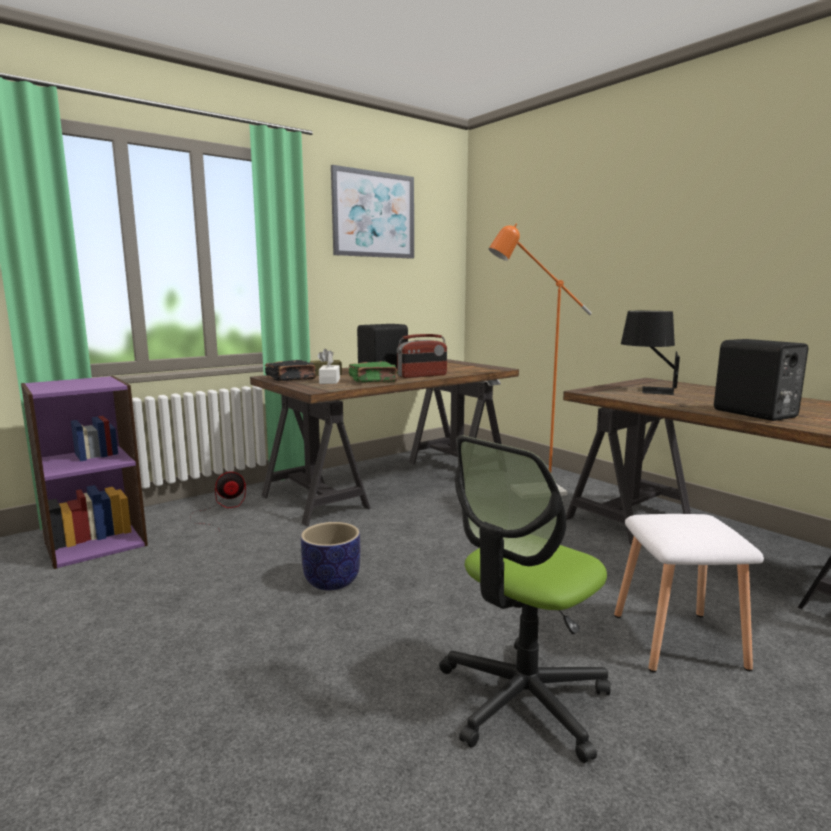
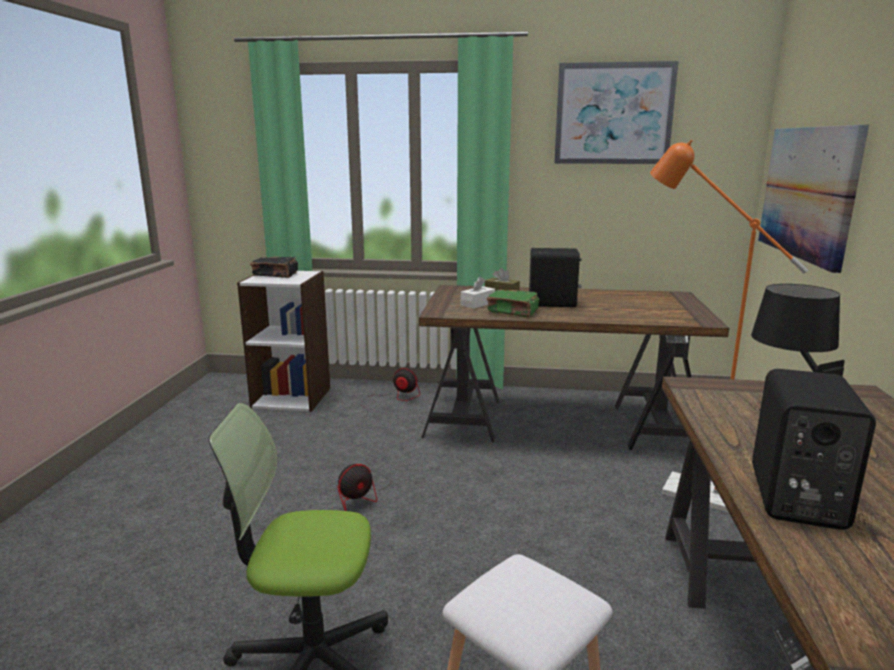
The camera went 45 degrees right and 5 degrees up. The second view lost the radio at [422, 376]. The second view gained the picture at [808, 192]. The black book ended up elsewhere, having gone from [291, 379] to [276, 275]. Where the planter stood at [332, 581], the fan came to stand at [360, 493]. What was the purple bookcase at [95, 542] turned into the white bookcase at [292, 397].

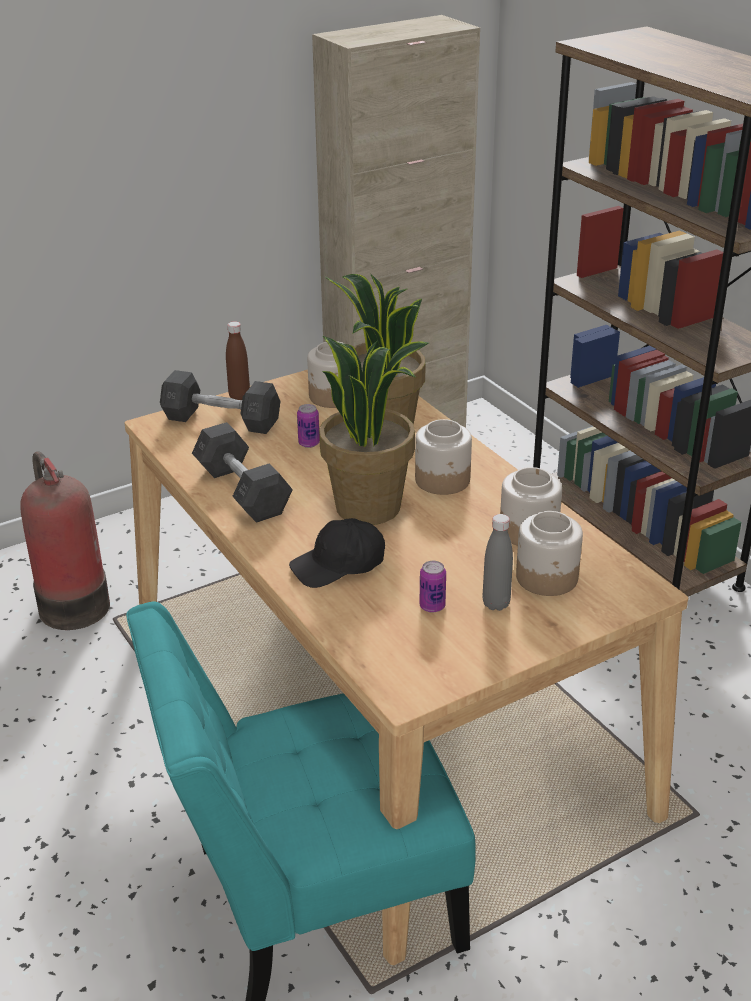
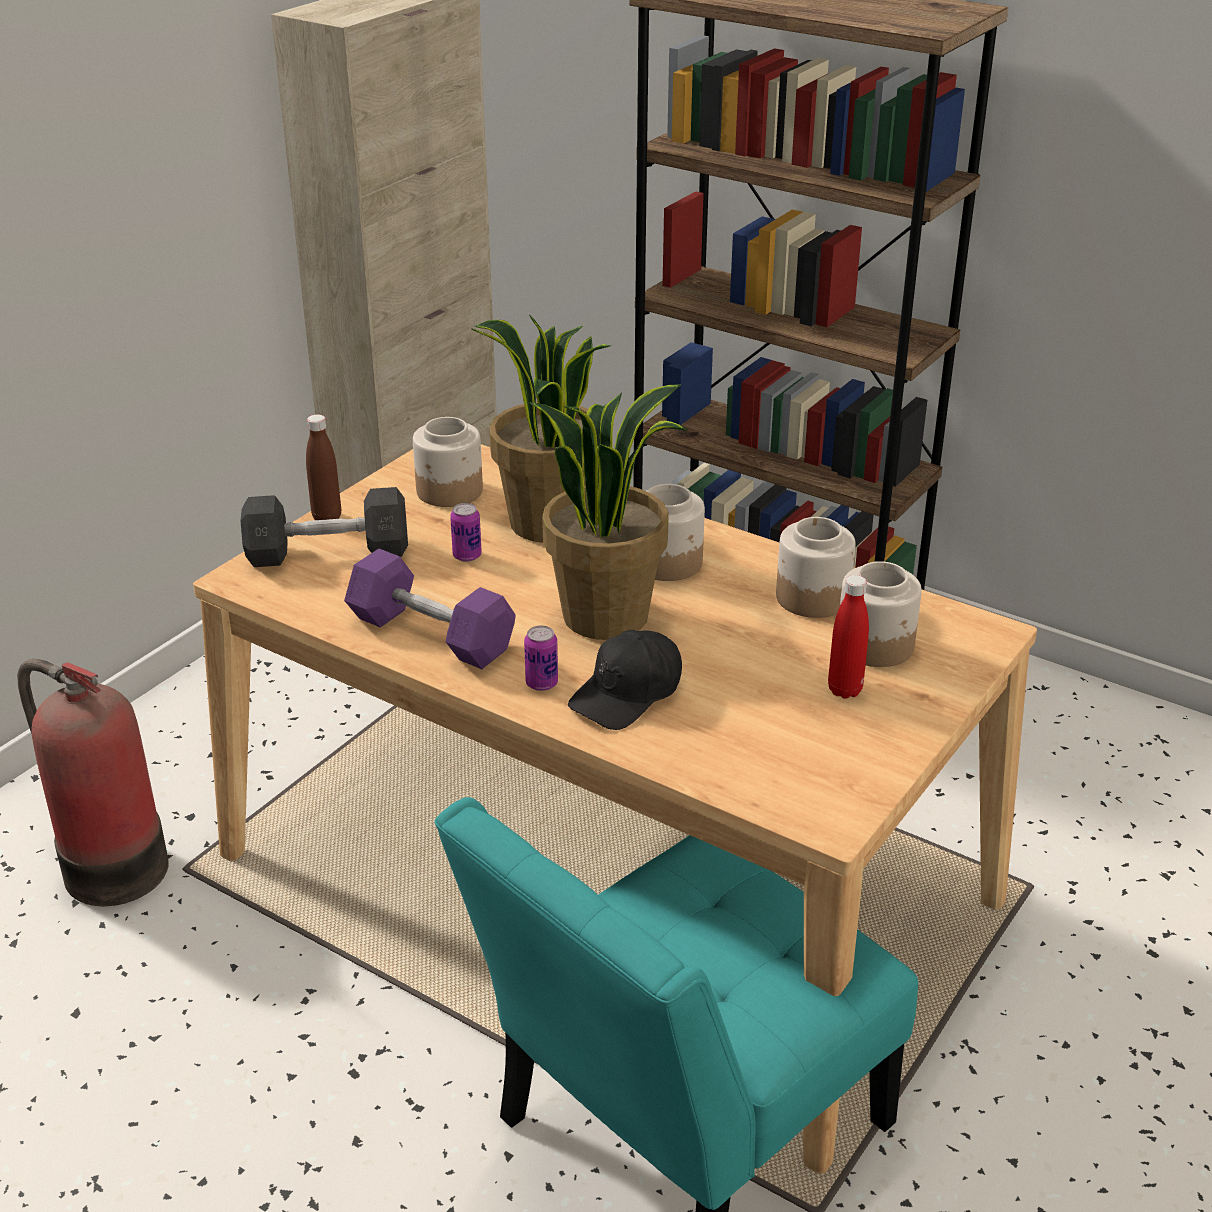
The camera went 25 degrees left and 0 degrees up. The can ended up elsewhere, having gone from [432, 606] to [541, 683]. What was the grey dumbbell at [242, 491] turned into the purple dumbbell at [431, 634]. What was the grey bottle at [496, 604] turned into the red bottle at [844, 690].

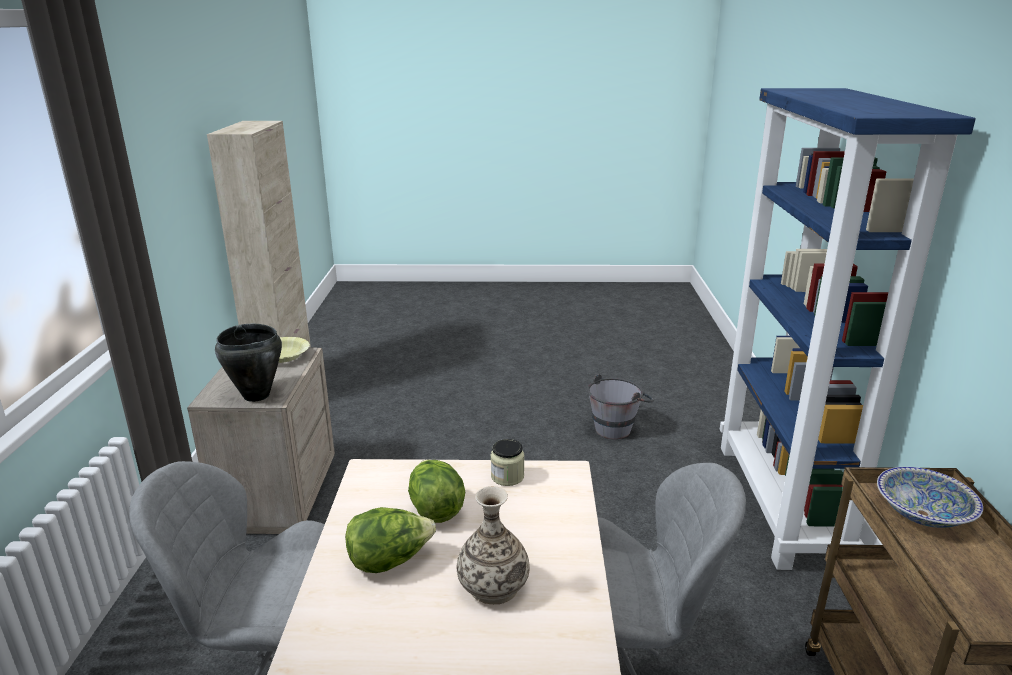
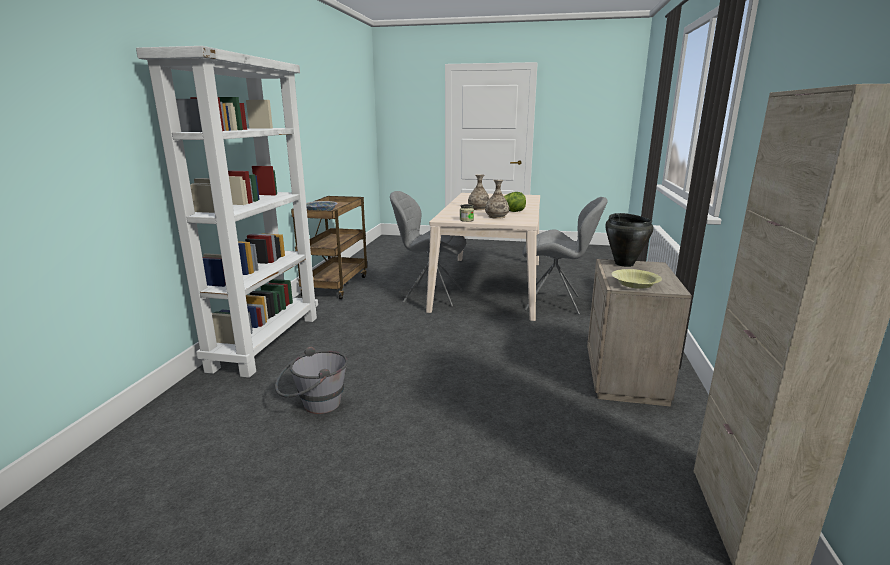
The camera went 170 degrees left and 5 degrees down. Where the lettuce stood at [435, 509], the vase came to stand at [496, 217]. What was the blue bookcase at [780, 502] turned into the white bookcase at [266, 341].

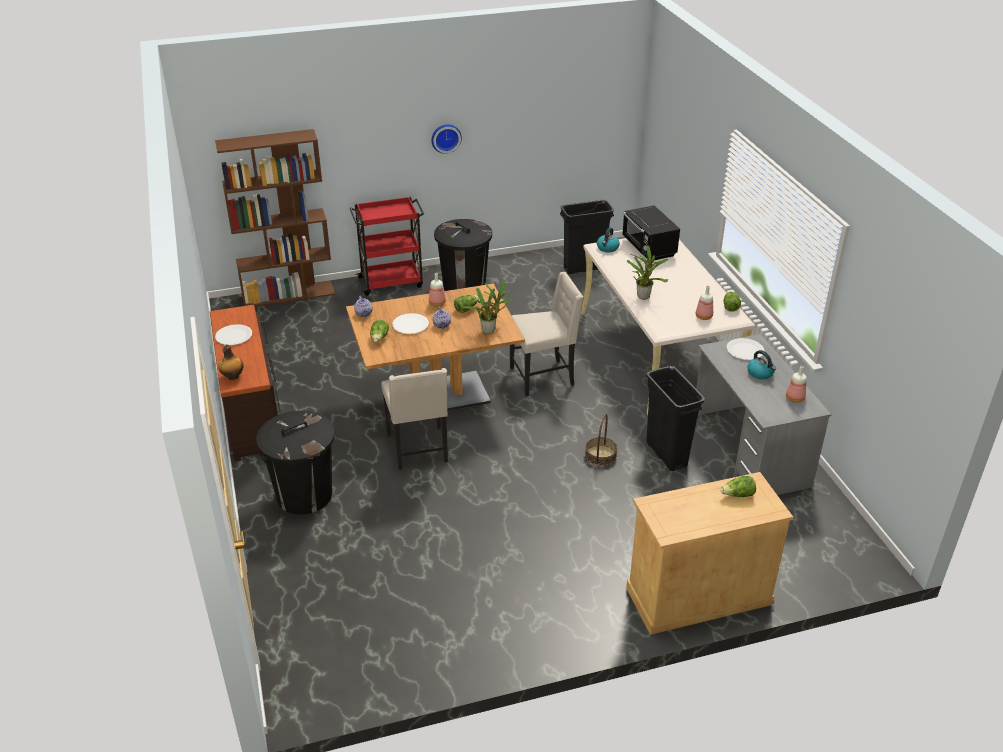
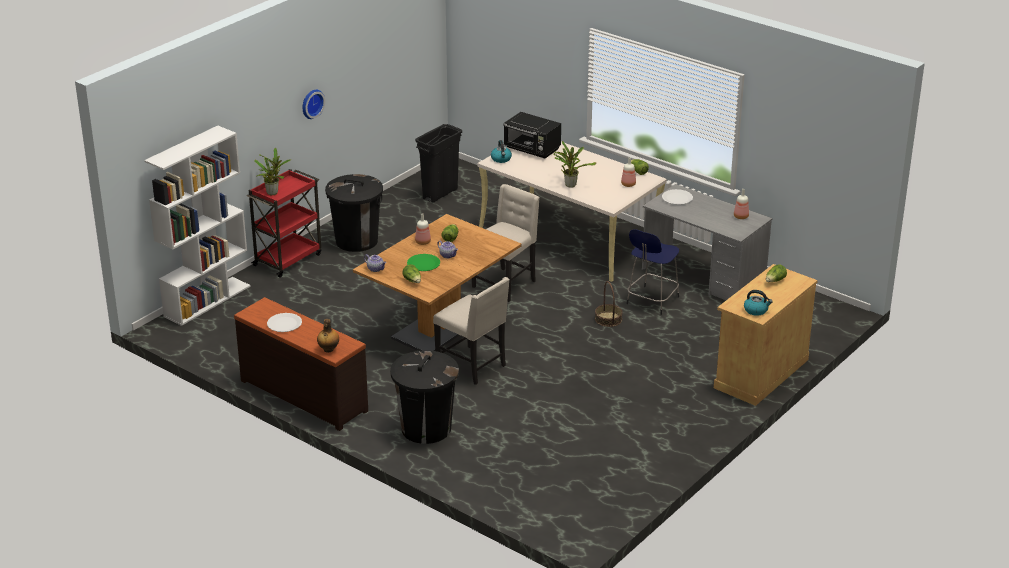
The camera went 35 degrees left and 5 degrees down. The potted plant ended up elsewhere, having gone from [490, 330] to [273, 192]. The kettle ended up elsewhere, having gone from [760, 373] to [756, 310]. Where the black trash can stood at [666, 454], the blue stool came to stand at [651, 301]. What was the brown bookcase at [289, 294] turned into the white bookcase at [207, 301]. What was the white plate at [410, 325] turned into the green plate at [423, 264].

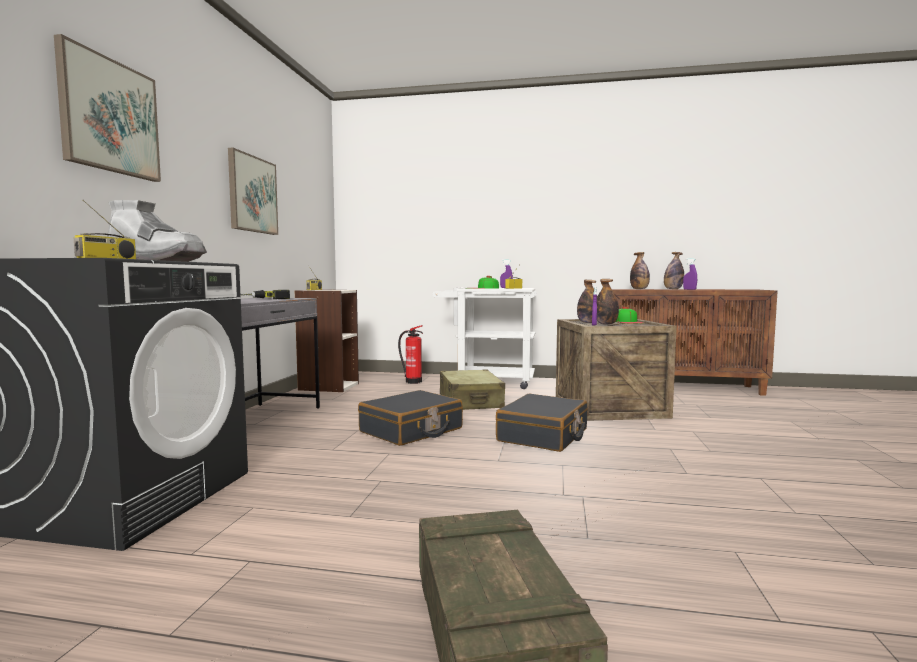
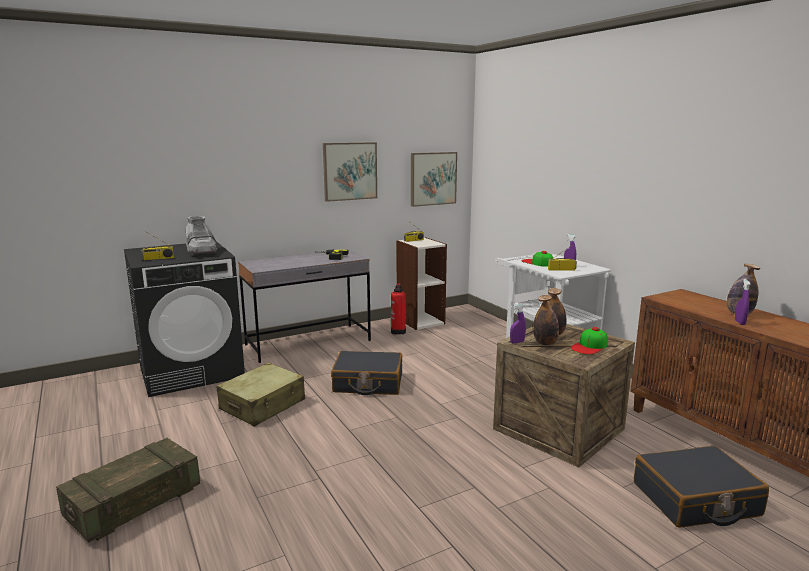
The camera went 50 degrees right and 10 degrees up. The second view lost the bottle at [639, 289]. The picture ended up elsewhere, having gone from [109, 116] to [433, 178]. The fire extinguisher ended up elsewhere, having gone from [412, 381] to [398, 331]. The beige suitcase ended up elsewhere, having gone from [470, 401] to [263, 405]. The black suitcase ended up elsewhere, having gone from [543, 435] to [695, 500].

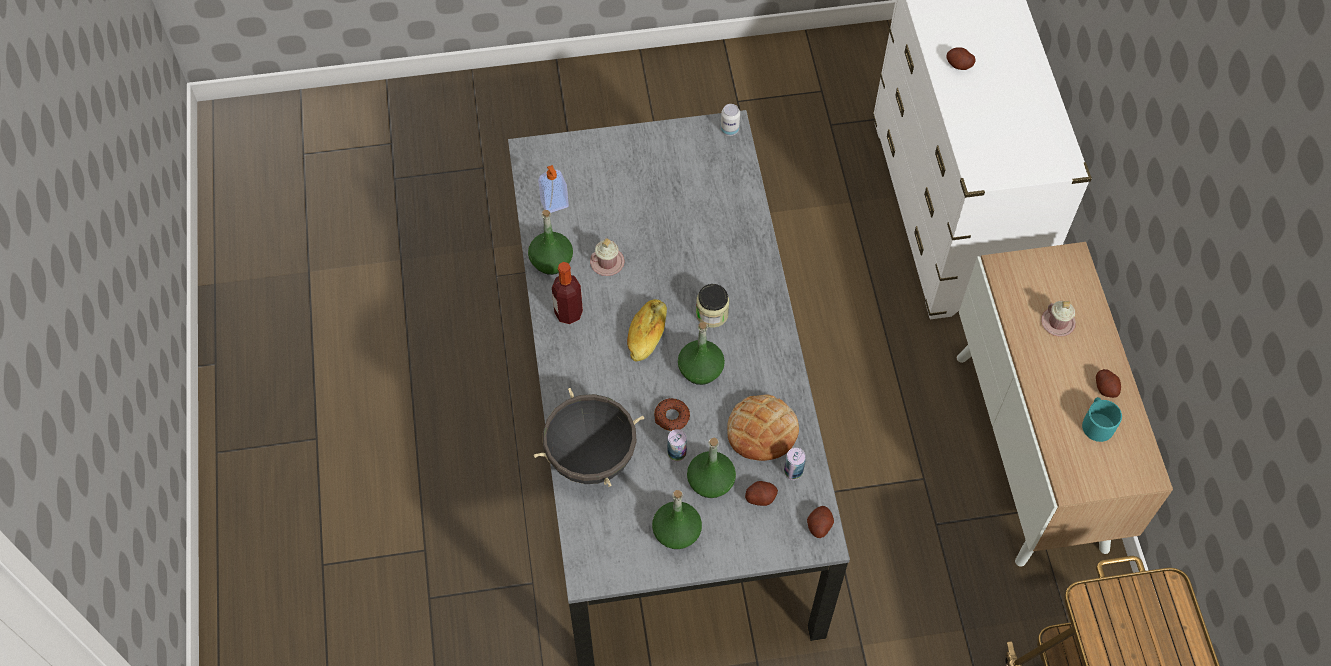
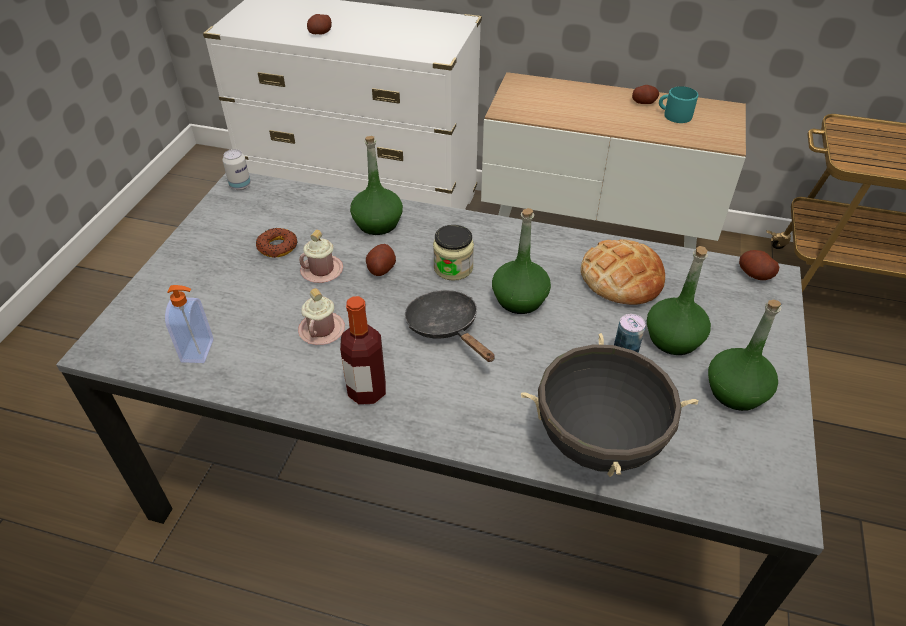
The camera went 65 degrees left and 15 degrees down. The second view lost the can at [793, 472]. The green bottle ended up elsewhere, having gone from [551, 260] to [377, 223]. The donut ended up elsewhere, having gone from [671, 417] to [277, 247]. The potato ended up elsewhere, having gone from [760, 497] to [381, 269]. The pink mug ended up elsewhere, having gone from [1057, 322] to [322, 270]. Where the bread stood at [647, 334], the black frying pan came to stand at [446, 327].

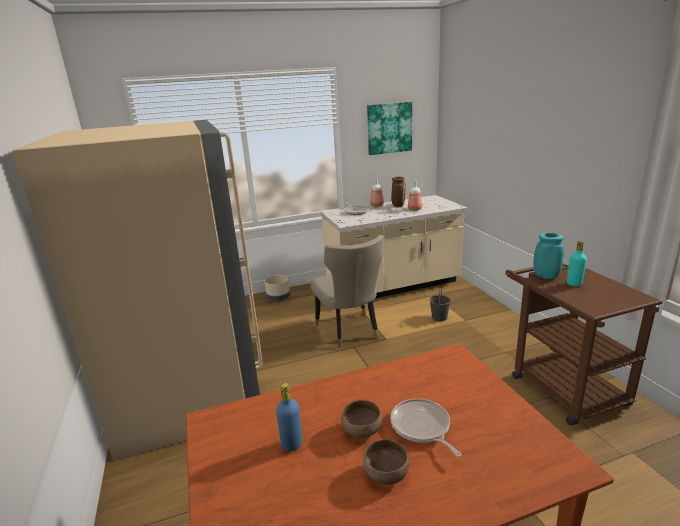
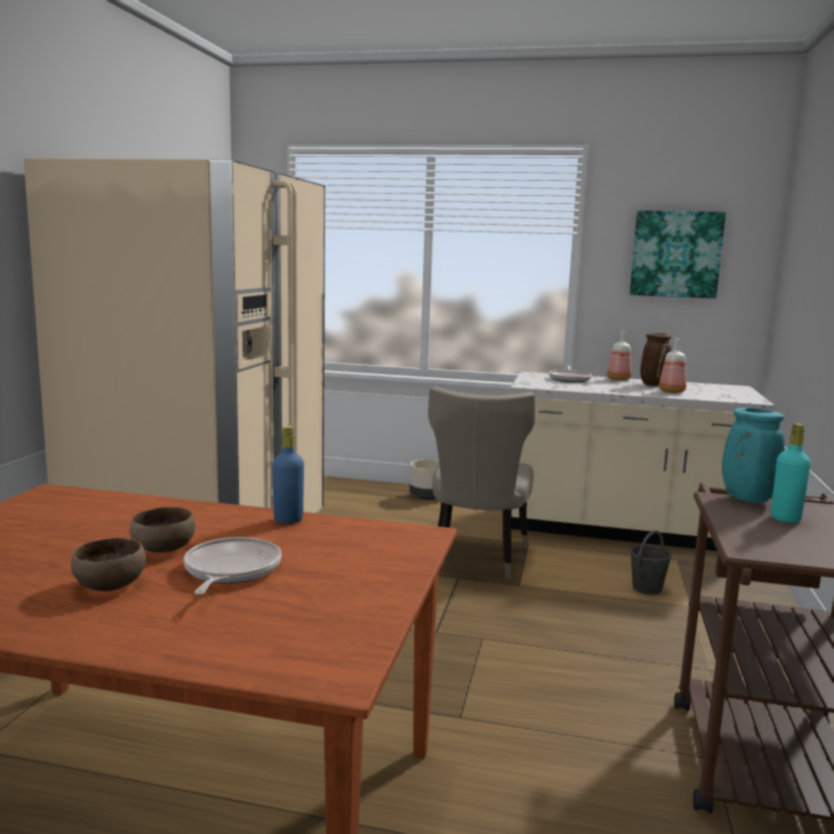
The camera went 30 degrees right and 10 degrees down. The blue bottle ended up elsewhere, having gone from [292, 444] to [288, 520].

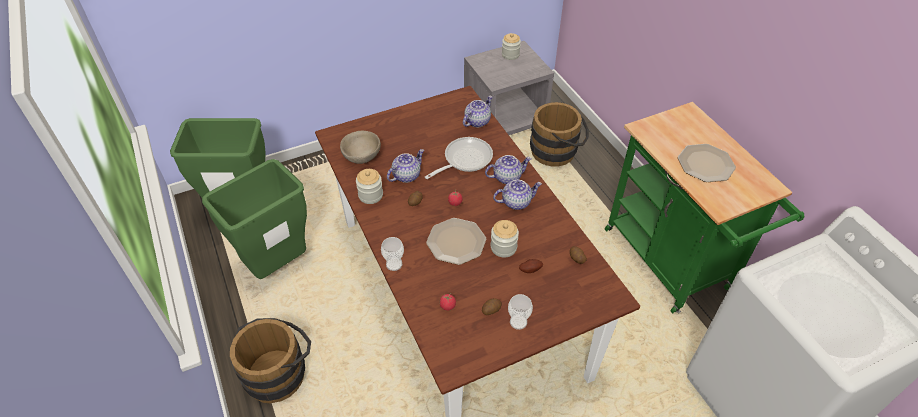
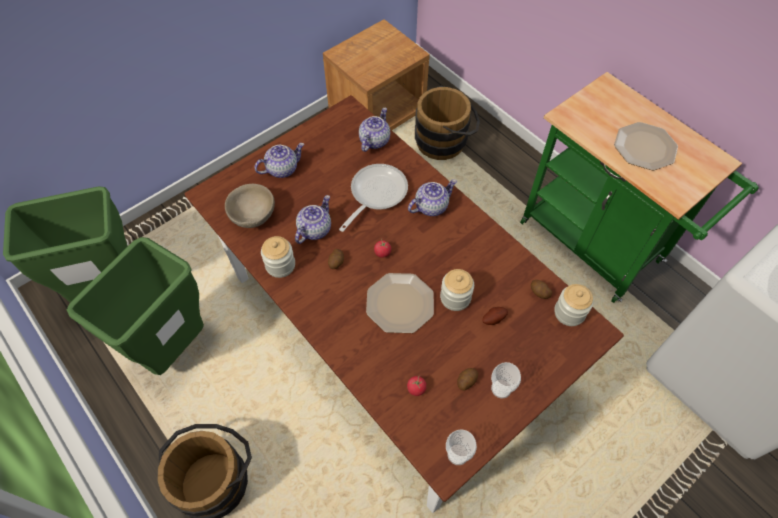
The camera went 15 degrees left and 10 degrees up. The cup ended up elsewhere, having gone from [394, 264] to [457, 454]. The teapot ended up elsewhere, having gone from [516, 202] to [282, 169]. The jar ended up elsewhere, having gone from [510, 55] to [569, 312]. What was the grey nightstand at [505, 118] turned into the brown nightstand at [377, 111].

